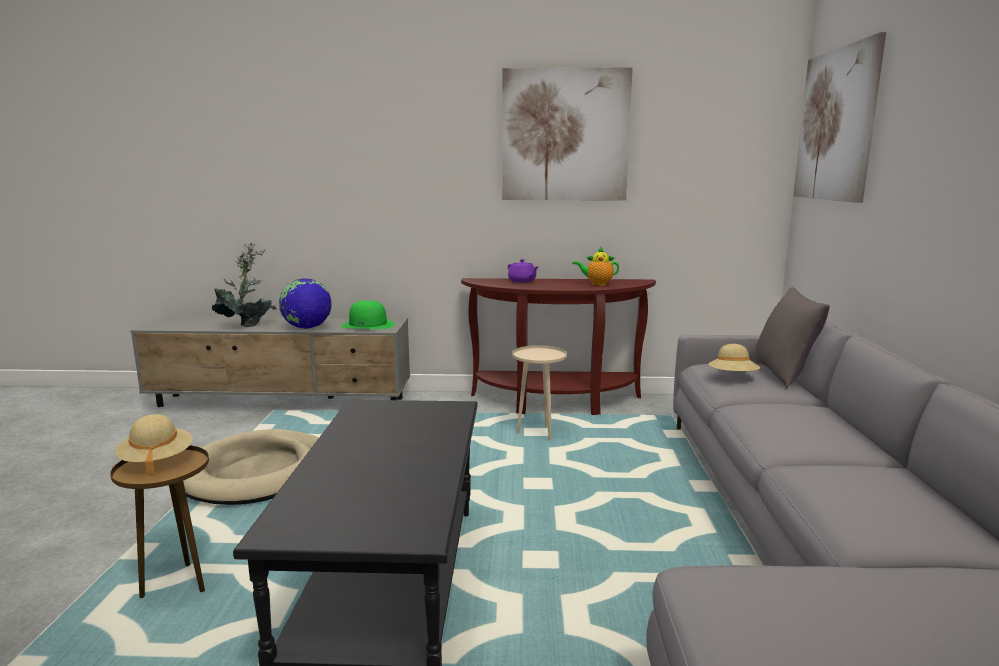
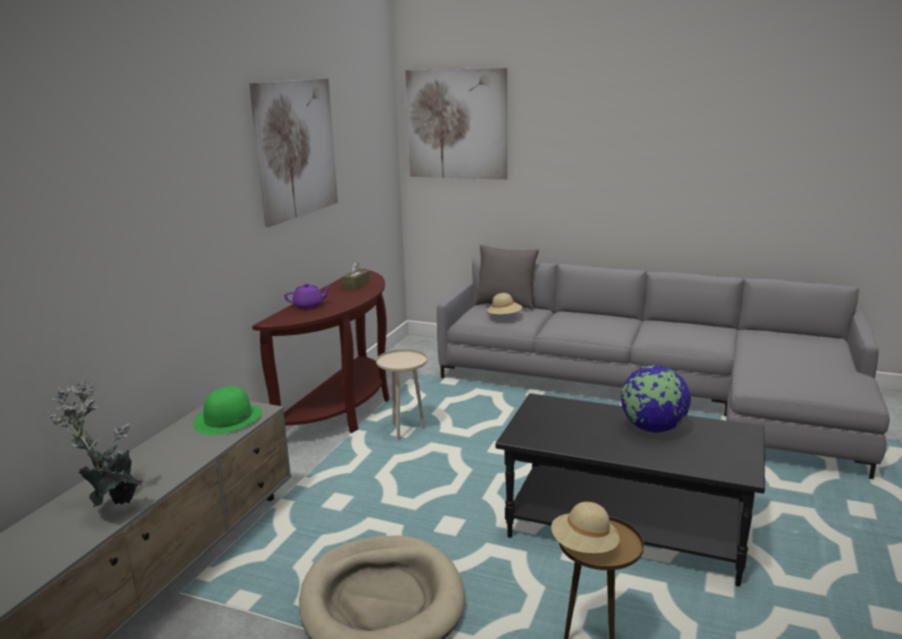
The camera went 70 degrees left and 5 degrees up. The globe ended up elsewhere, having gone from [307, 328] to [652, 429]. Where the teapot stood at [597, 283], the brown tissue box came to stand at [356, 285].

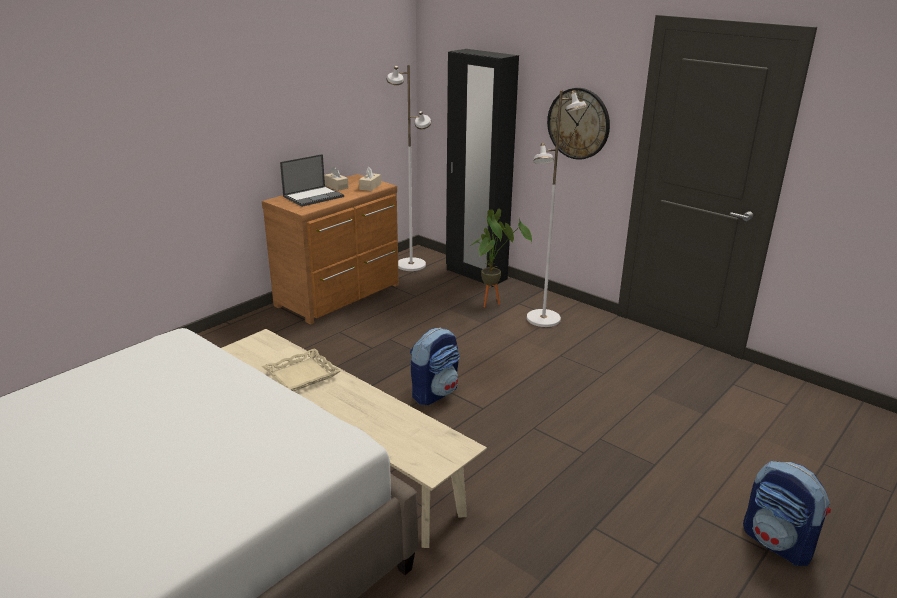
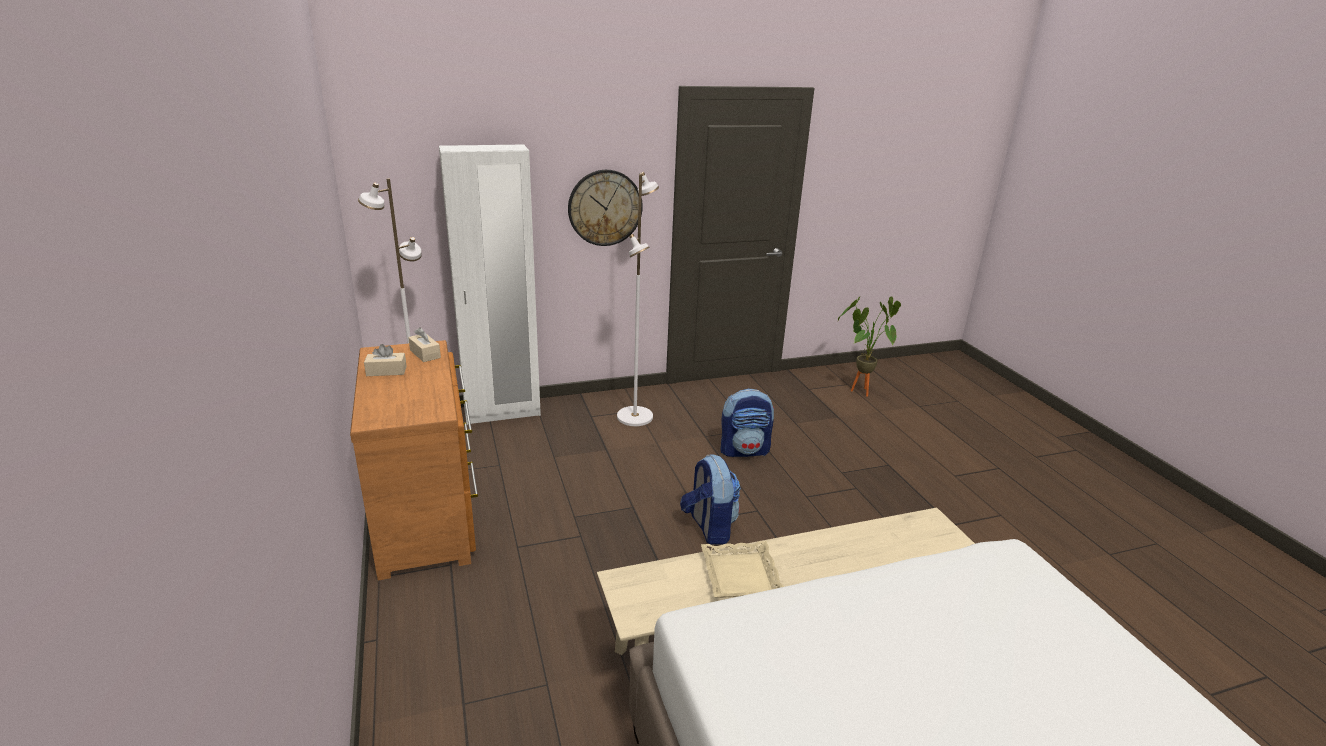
The camera went 60 degrees left and 0 degrees up. The second view lost the laptop at [314, 196]. The potted plant ended up elsewhere, having gone from [493, 302] to [859, 389]. The backpack ended up elsewhere, having gone from [778, 543] to [744, 450]. What was the black wardrobe at [476, 274] turned into the white wardrobe at [502, 413].

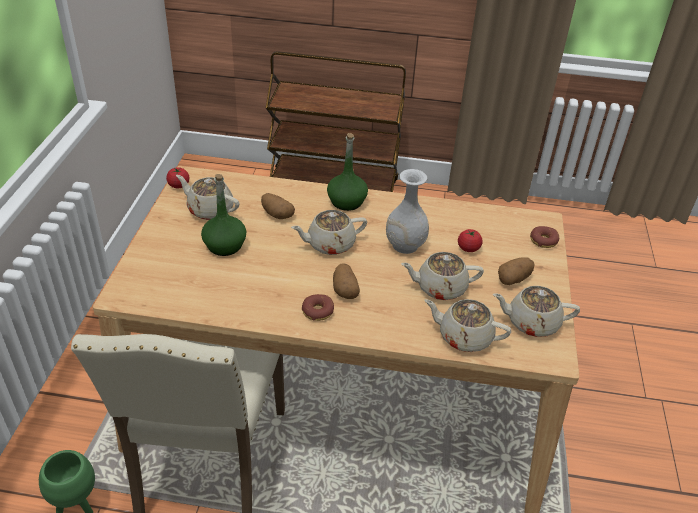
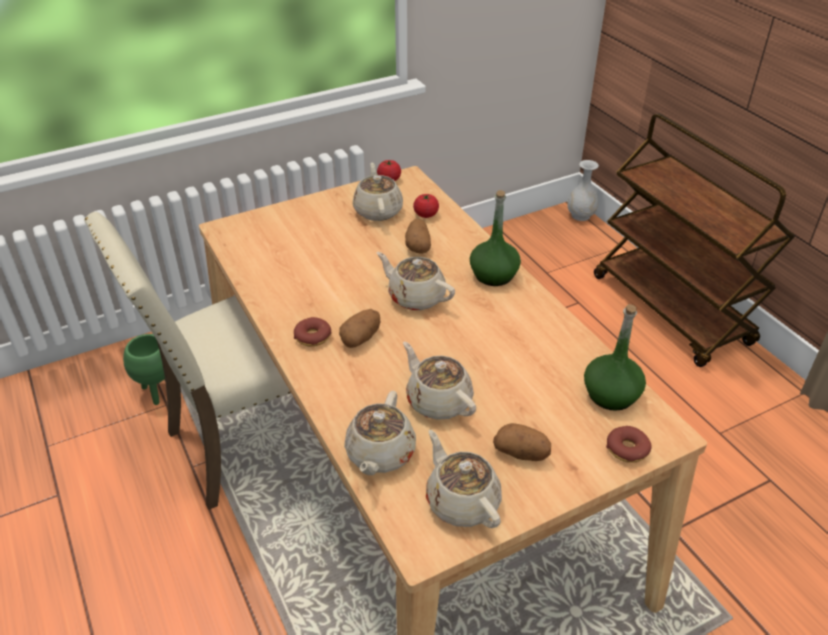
The camera went 55 degrees right and 0 degrees up. The green bottle ended up elsewhere, having gone from [225, 245] to [611, 394]. The white vase ended up elsewhere, having gone from [405, 245] to [581, 215]. The tomato ended up elsewhere, having gone from [468, 248] to [426, 214]. The beige teapot at [464, 337] ended up facing another way, 150 degrees counterclockwise from before.

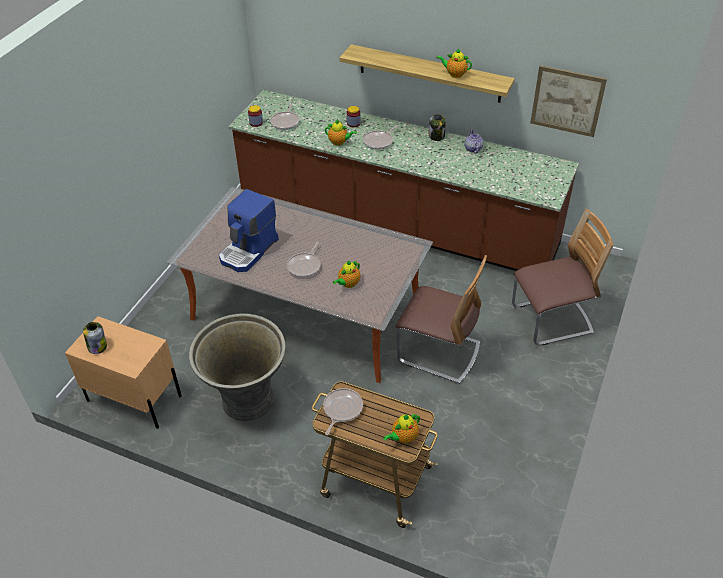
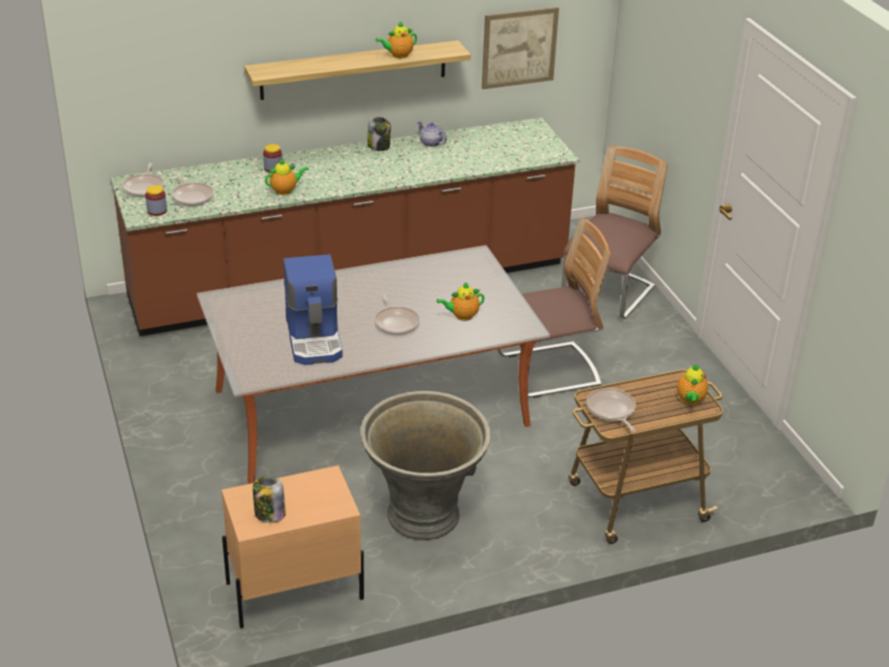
The camera went 45 degrees left and 10 degrees down. The frying pan ended up elsewhere, having gone from [379, 141] to [144, 187]. The teapot at [348, 284] ended up facing another way, 75 degrees clockwise from before.

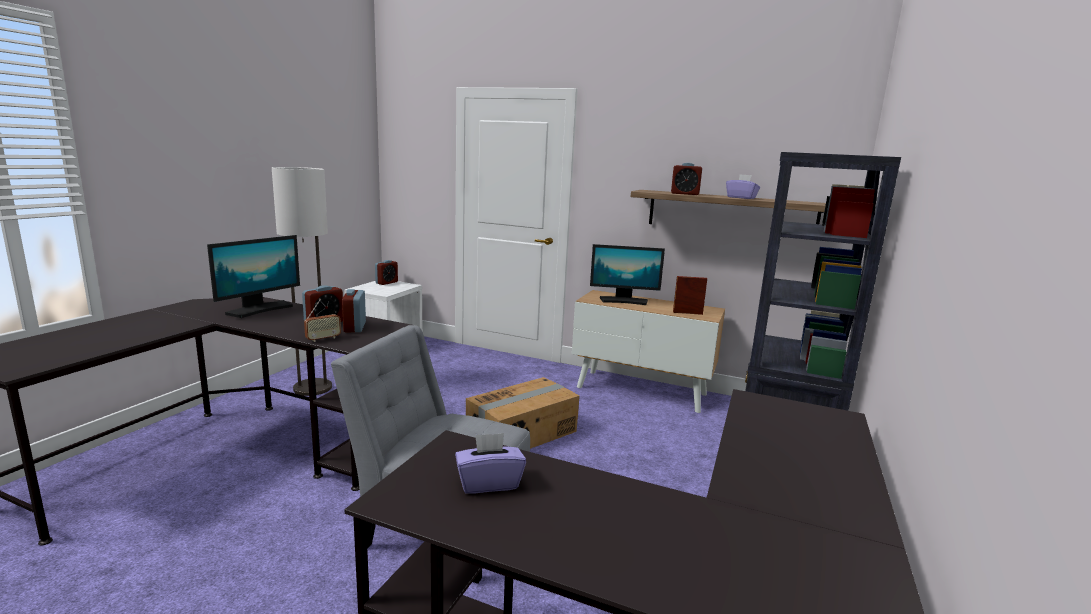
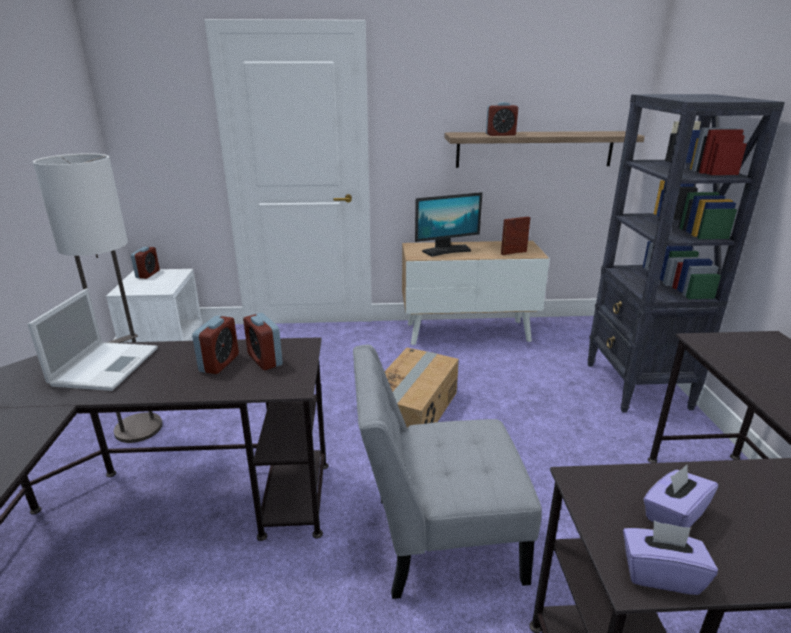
The camera went 25 degrees left and 10 degrees up. The second view lost the radio at [323, 339]. The purple tissue box ended up elsewhere, having gone from [741, 198] to [660, 573]. Where the monitor stood at [260, 309], the laptop came to stand at [106, 365].

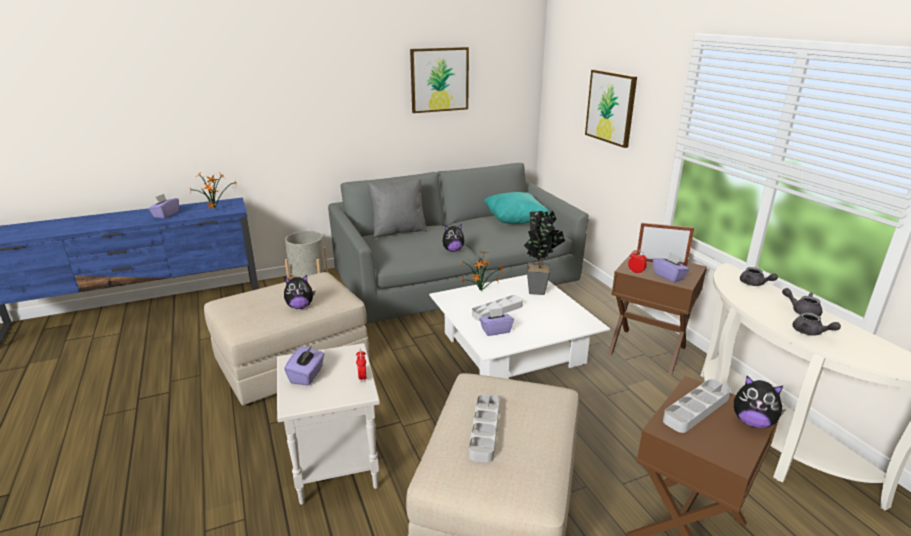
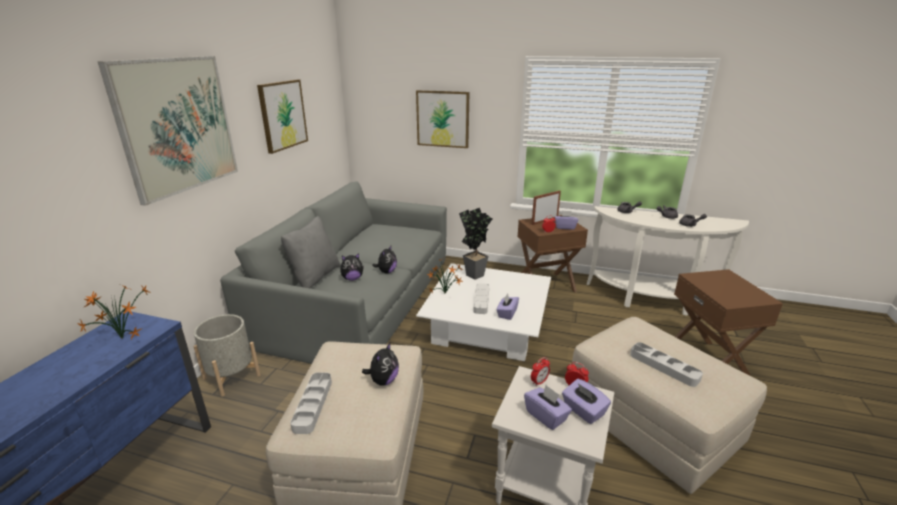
The camera went 50 degrees left and 0 degrees up. The second view lost the turquoise pillow at [515, 221]. The second view gained the picture at [177, 126]. The second view gained the alarm clock at [539, 382]. The purple tissue box ended up elsewhere, having gone from [166, 214] to [583, 411]. The grey tray ended up elsewhere, having gone from [696, 409] to [313, 405]. The plush toy ended up elsewhere, having gone from [752, 422] to [352, 278].

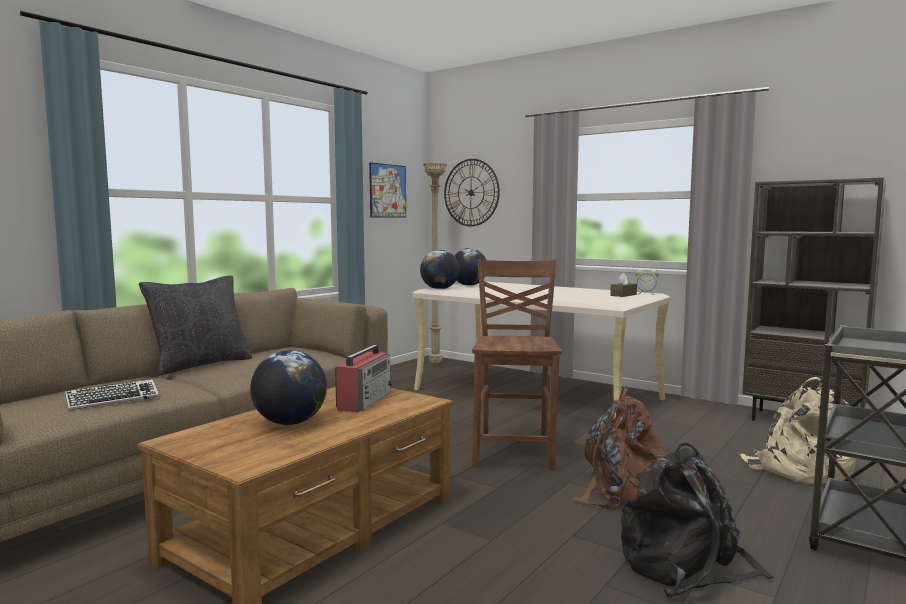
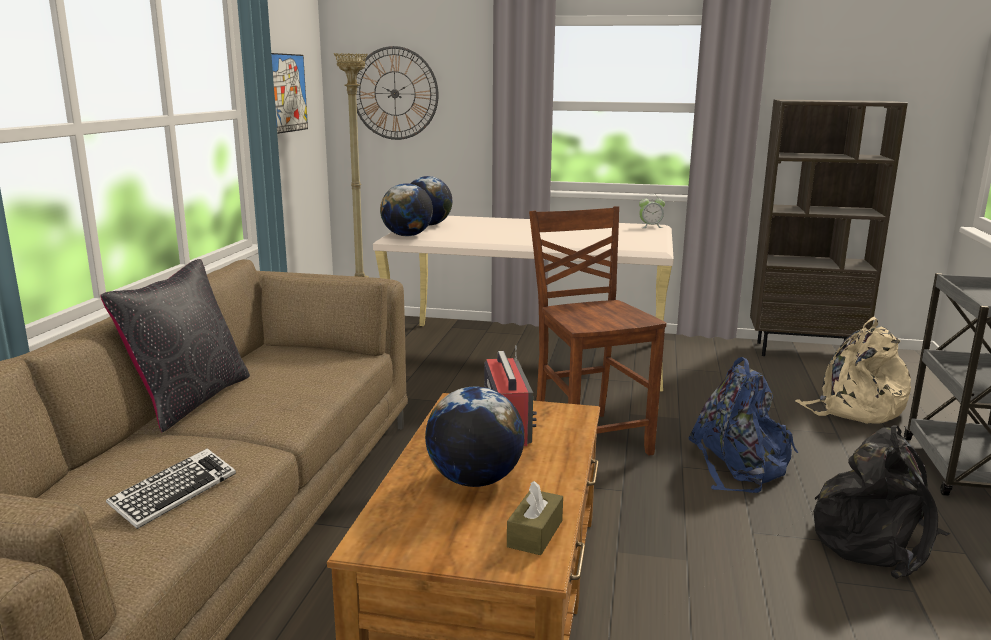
The camera went 25 degrees left and 10 degrees up. The brown tissue box ended up elsewhere, having gone from [623, 295] to [535, 533]. What was the brown backpack at [622, 490] turned into the blue backpack at [739, 465].

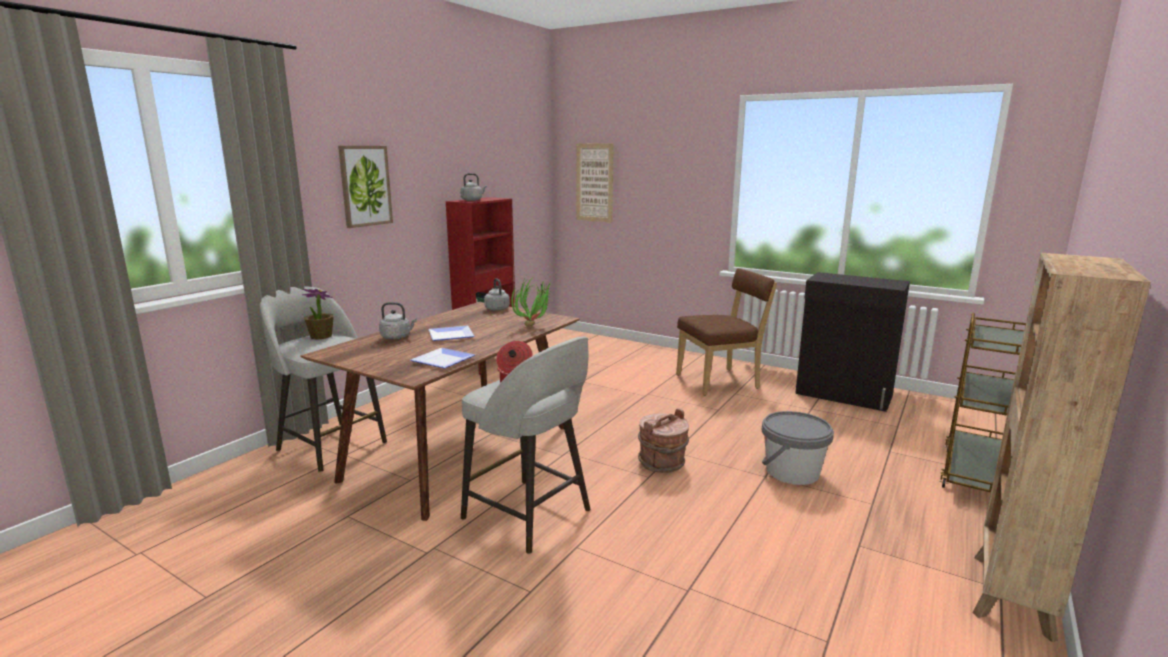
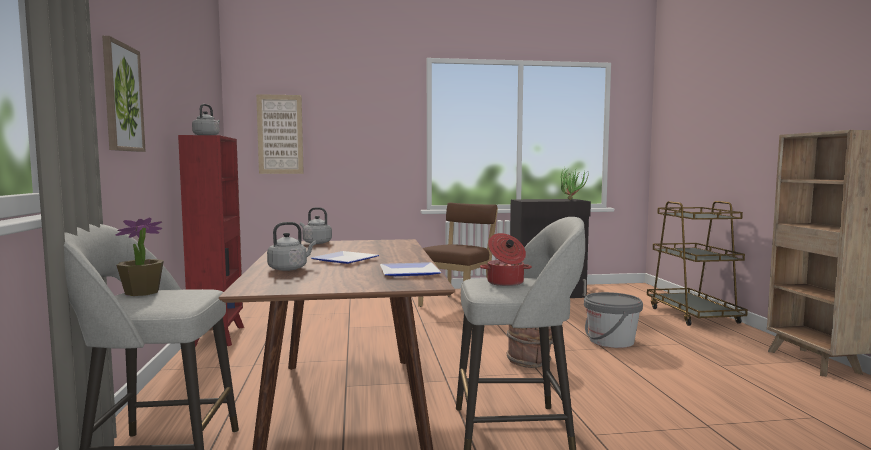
The camera went 40 degrees left and 10 degrees down. The potted plant ended up elsewhere, having gone from [535, 326] to [571, 199].

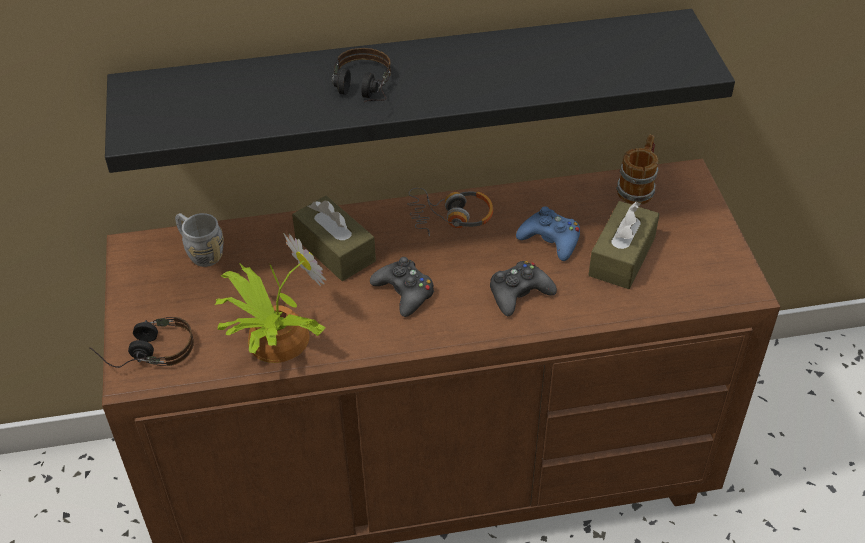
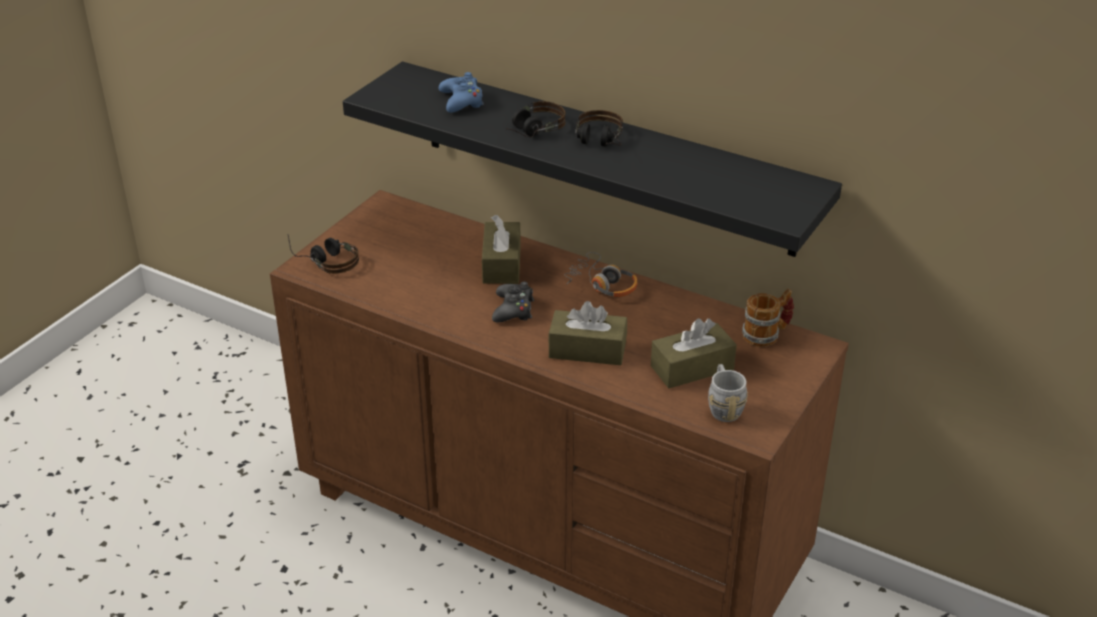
The camera went 40 degrees right and 10 degrees down. The second view lost the potted plant at [274, 339]. The second view gained the headphones at [599, 143]. The grey mug ended up elsewhere, having gone from [200, 252] to [723, 406]. The blue game controller ended up elsewhere, having gone from [550, 240] to [461, 101]. Where the black game controller stood at [519, 293], the brown tissue box came to stand at [587, 350].

